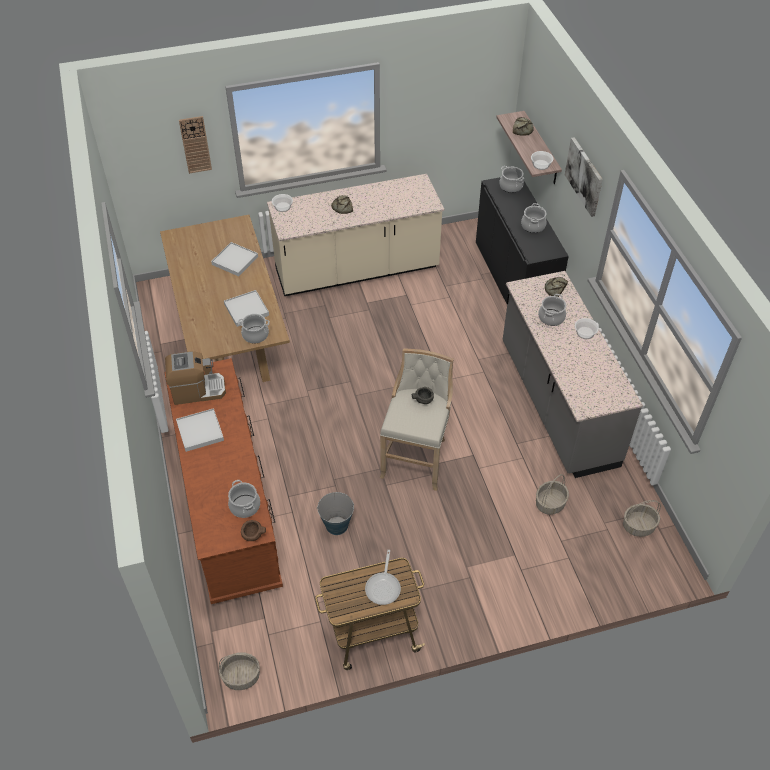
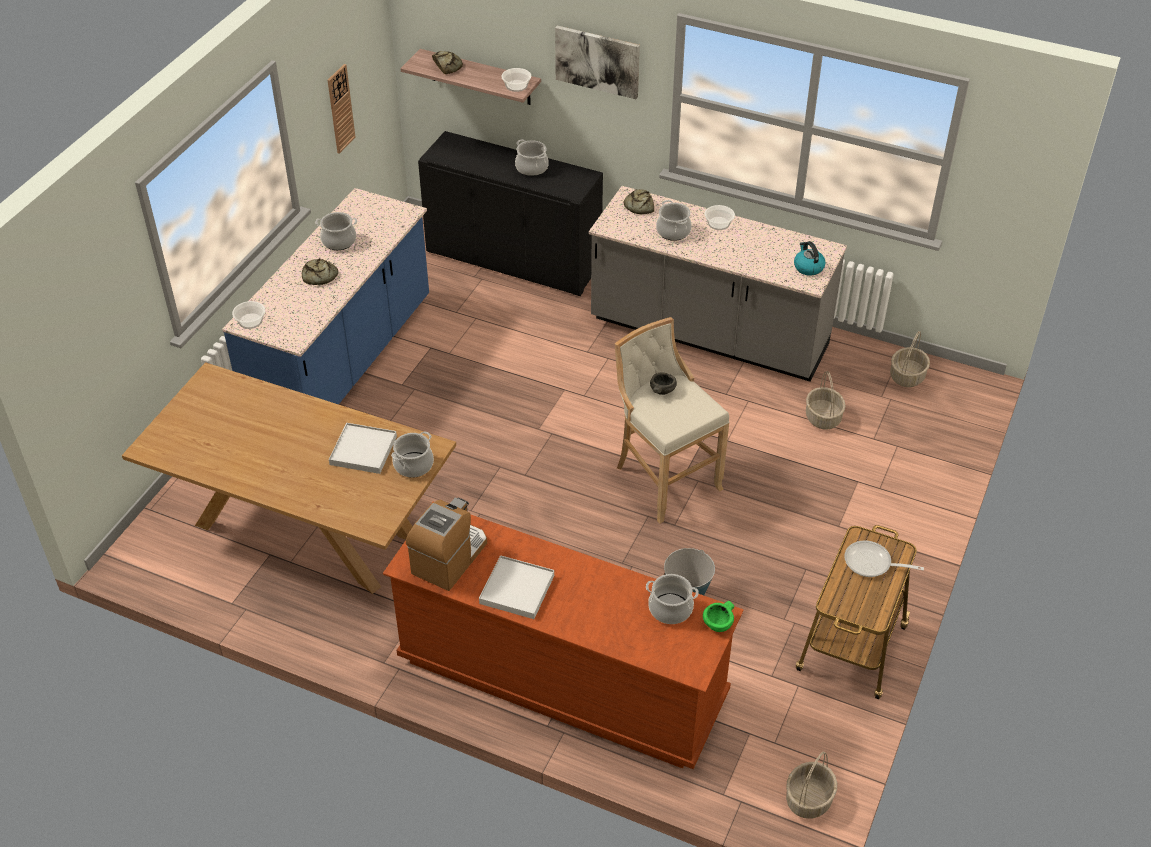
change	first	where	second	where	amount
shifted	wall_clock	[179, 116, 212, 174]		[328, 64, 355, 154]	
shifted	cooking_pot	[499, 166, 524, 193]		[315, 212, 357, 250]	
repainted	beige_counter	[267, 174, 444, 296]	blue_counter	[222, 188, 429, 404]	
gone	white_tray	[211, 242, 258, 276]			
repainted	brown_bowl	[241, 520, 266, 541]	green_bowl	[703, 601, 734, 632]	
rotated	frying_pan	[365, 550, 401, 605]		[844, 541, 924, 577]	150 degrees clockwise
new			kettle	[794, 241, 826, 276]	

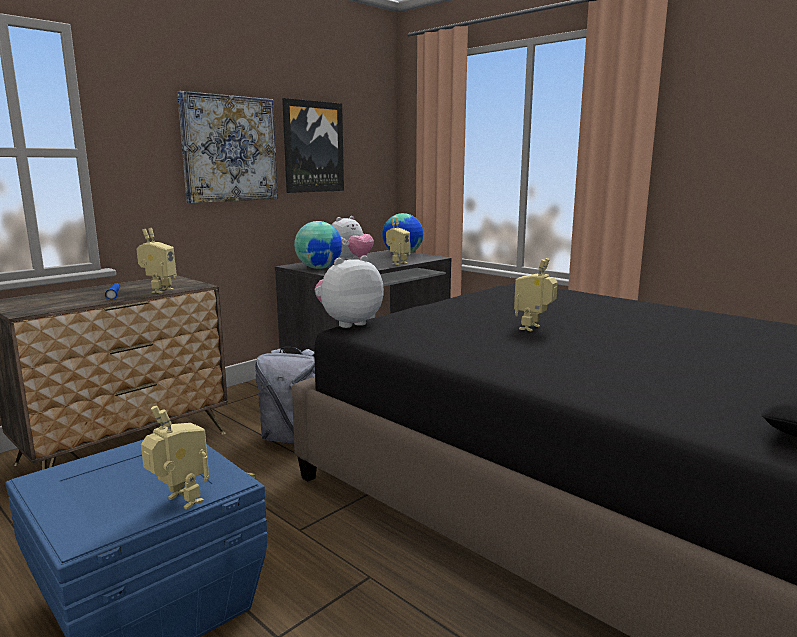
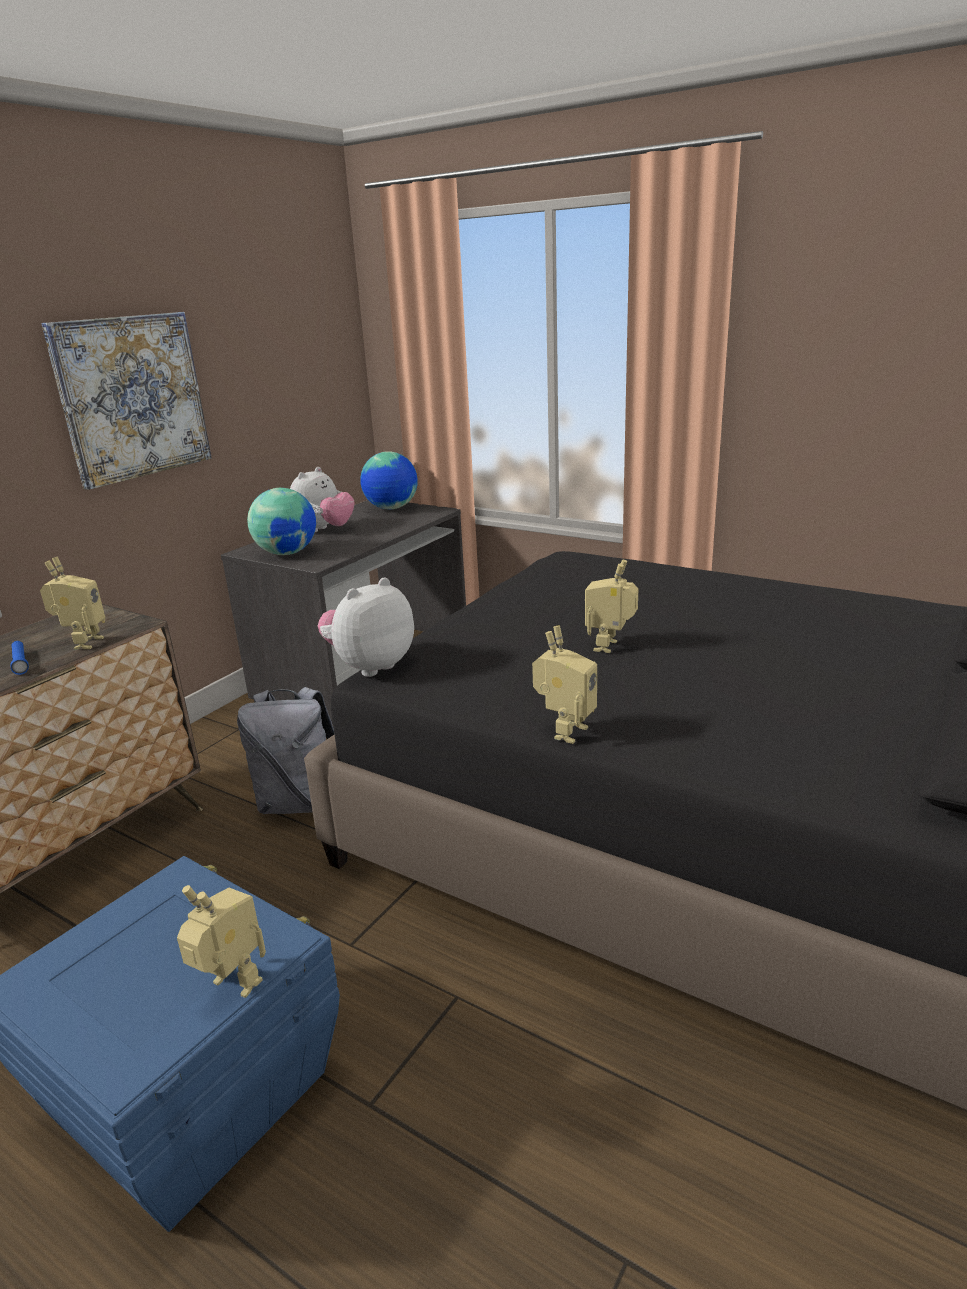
change	first	where	second	where	amount
gone	picture	[282, 98, 344, 193]			
shifted	toy_robot	[386, 218, 411, 265]		[532, 626, 597, 744]	

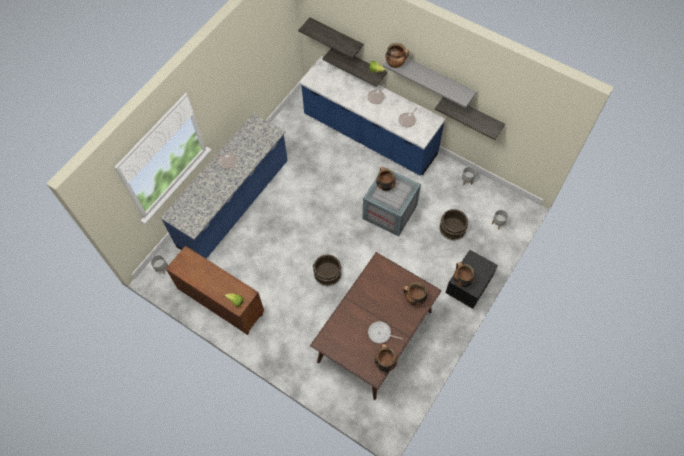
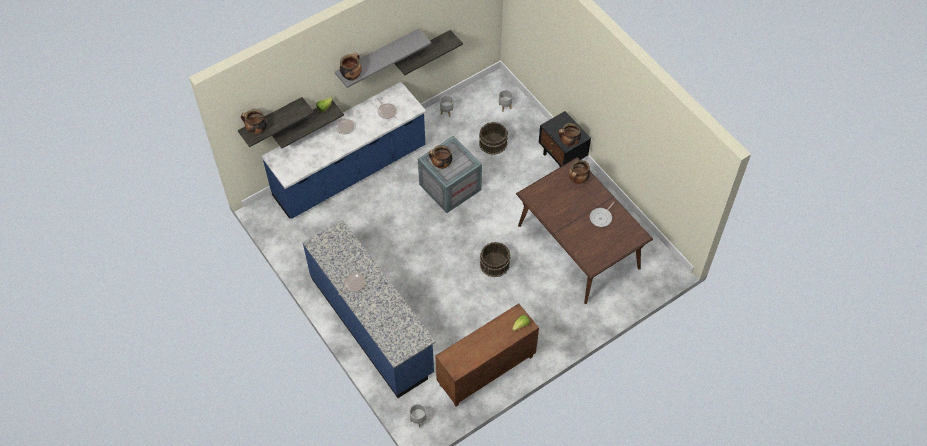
change	first	where	second	where	amount
shifted	cooking_pot	[375, 344, 397, 372]		[241, 109, 267, 134]	

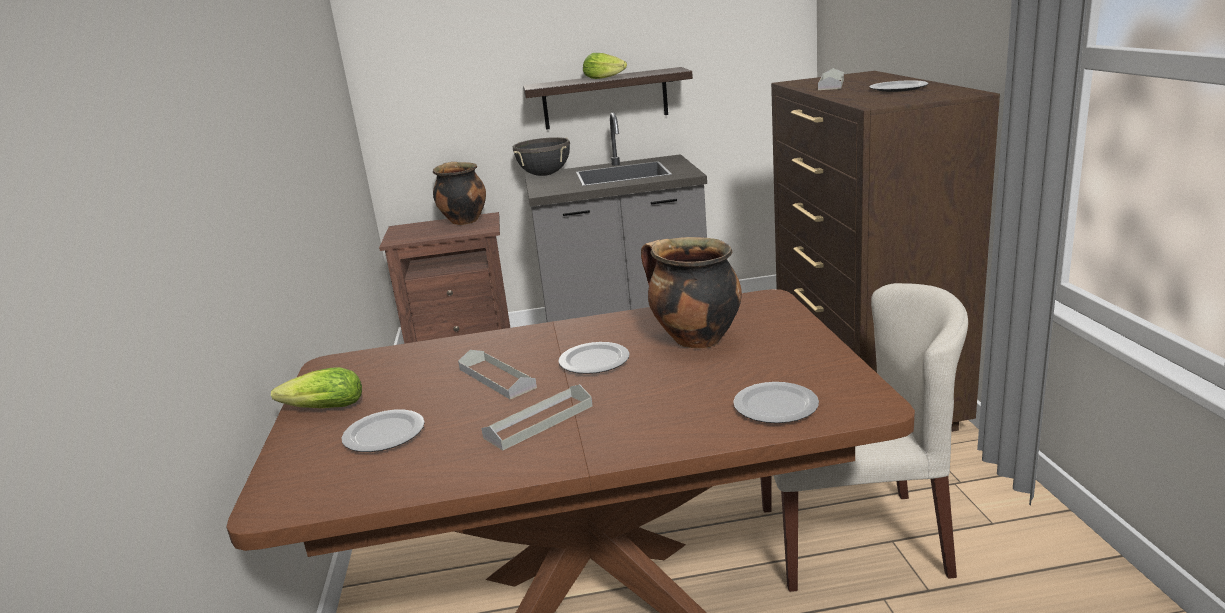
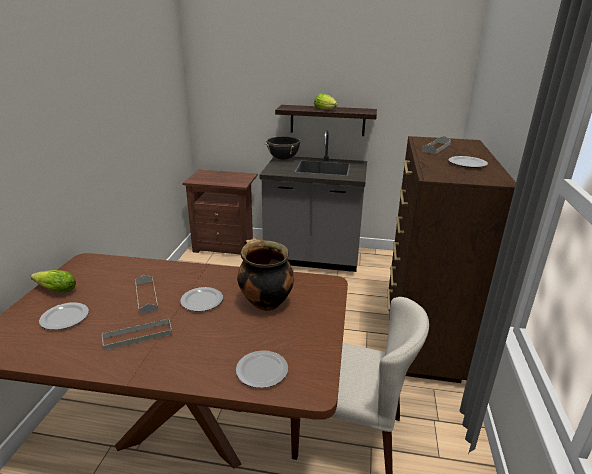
change	first	where	second	where	amount
gone	cooking_pot	[433, 162, 486, 225]			

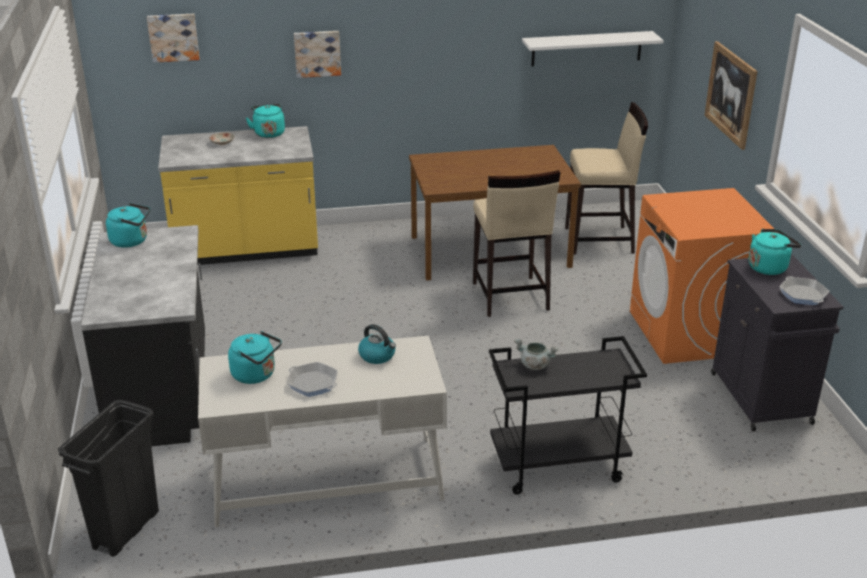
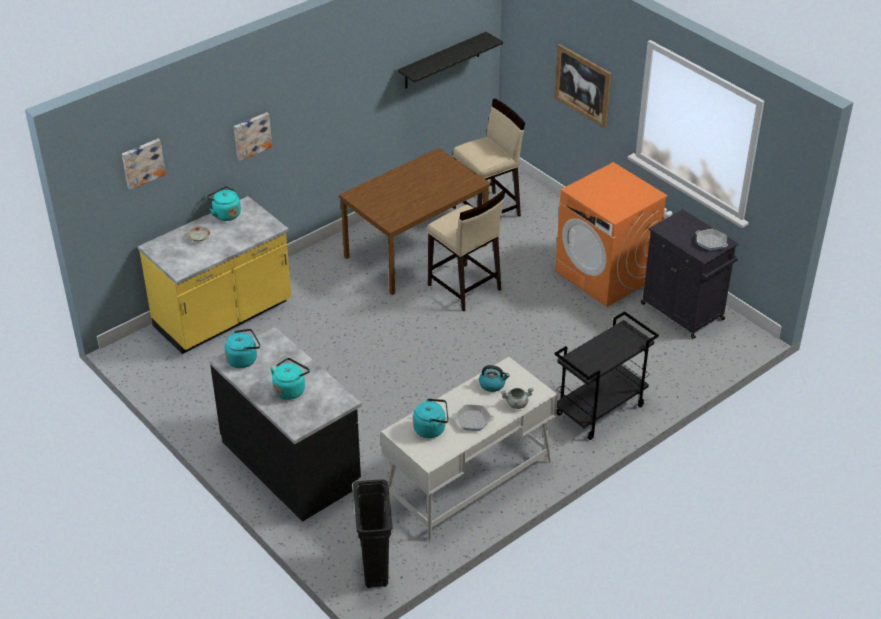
change	first	where	second	where	amount
repainted	white_shelf	[522, 31, 664, 66]	black_shelf	[398, 32, 503, 88]	
shifted	turquoise_kettle	[749, 229, 801, 275]		[270, 358, 310, 400]	
shifted	grey_cooking_pot	[514, 339, 559, 370]		[501, 388, 534, 409]	

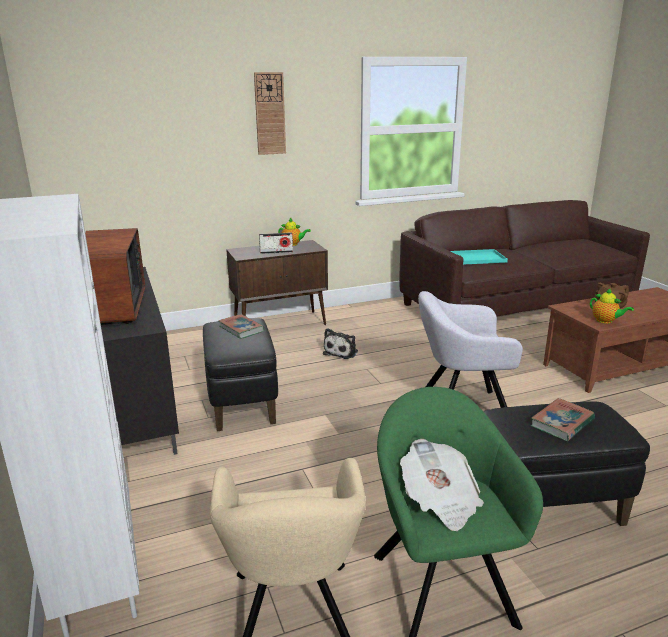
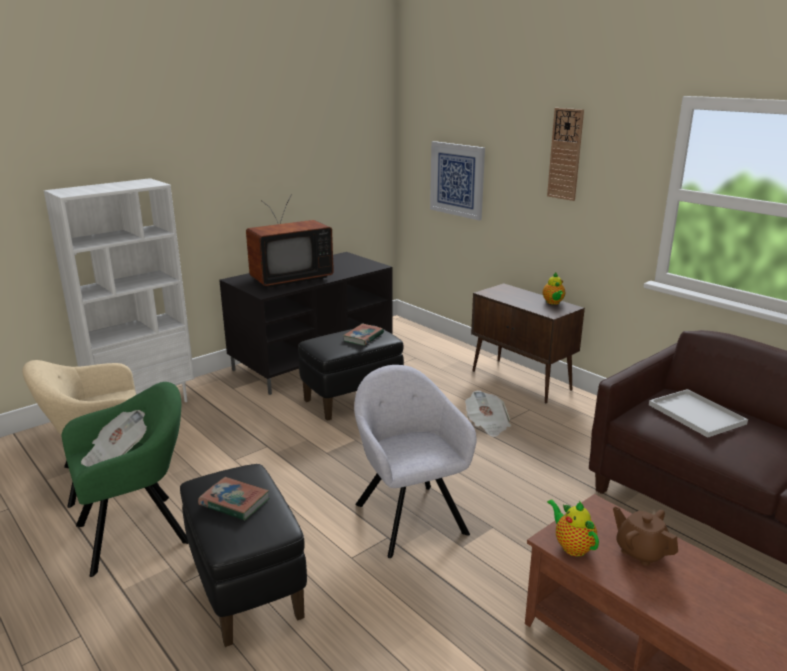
change	first	where	second	where	amount
gone	radio	[259, 232, 293, 254]			
repainted	turquoise_tray	[450, 249, 508, 265]	white_tray	[649, 389, 748, 438]	
rotated	teapot	[590, 288, 634, 324]		[547, 499, 599, 556]	120 degrees clockwise
swapped	plush_toy	[323, 328, 358, 359]	newspaper	[465, 390, 511, 437]	
new			picture	[430, 141, 485, 220]	

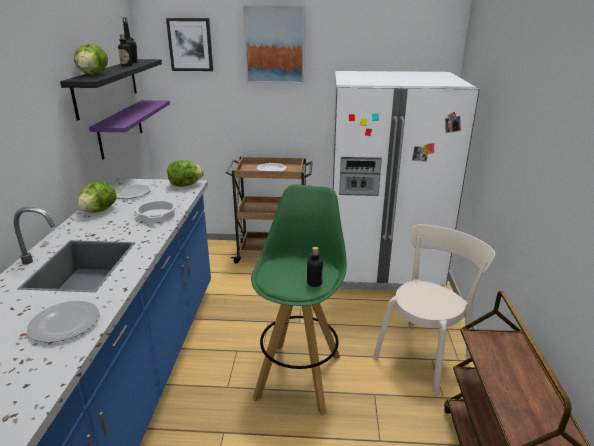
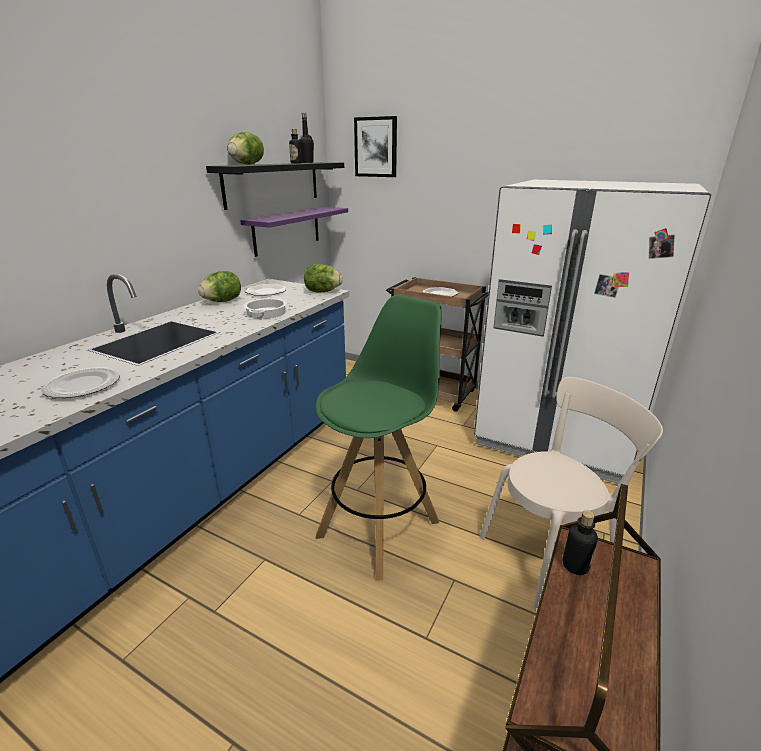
change	first	where	second	where	amount
gone	picture	[243, 5, 305, 84]			
shifted	bottle	[307, 247, 323, 287]		[562, 510, 598, 575]	

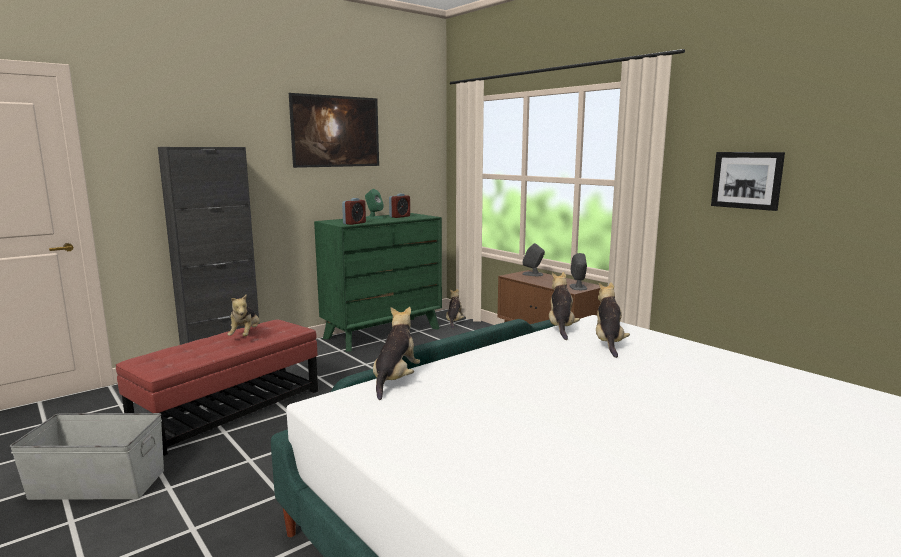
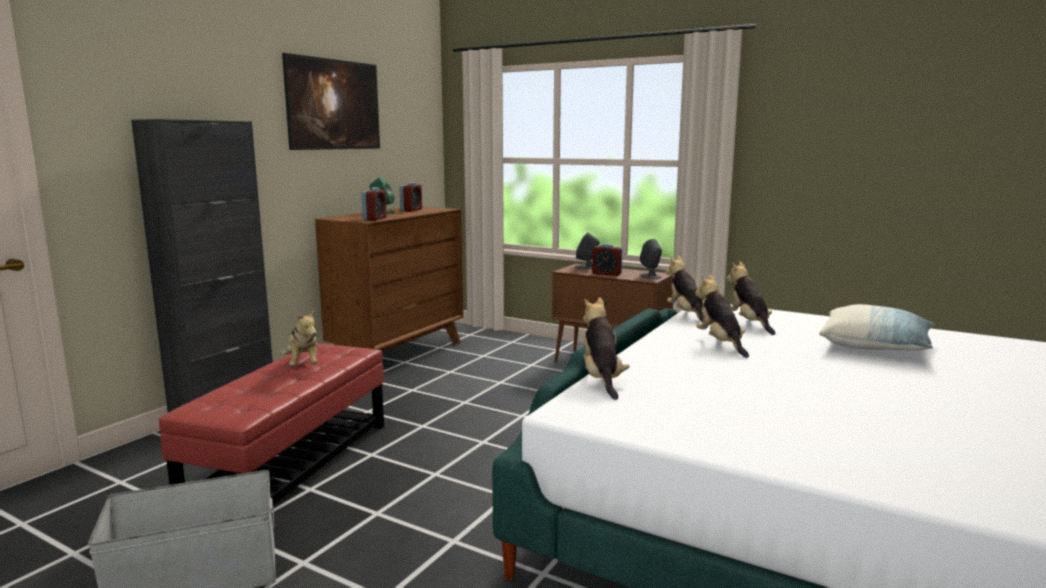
change	first	where	second	where	amount
gone	picture	[711, 152, 785, 211]			
repainted	green_dresser	[314, 213, 442, 352]	brown_dresser	[315, 207, 463, 352]	
shifted	plush_toy	[446, 289, 464, 329]		[695, 275, 749, 358]	
new			alarm_clock	[592, 244, 623, 276]	
new			pillow	[819, 304, 935, 351]	

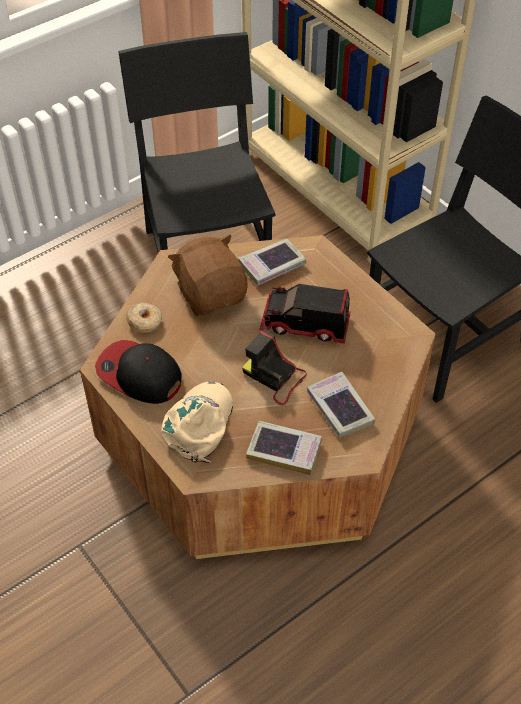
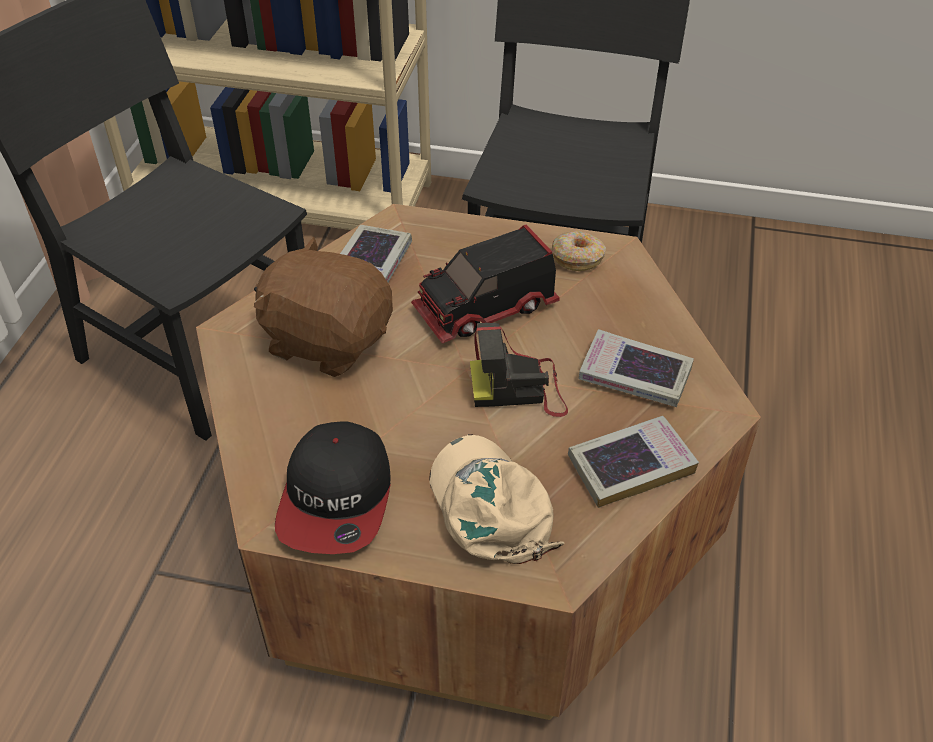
change	first	where	second	where	amount
shifted	donut	[126, 303, 162, 333]		[552, 231, 606, 271]	
rotated	cap	[95, 340, 182, 404]		[275, 421, 390, 554]	75 degrees counterclockwise

